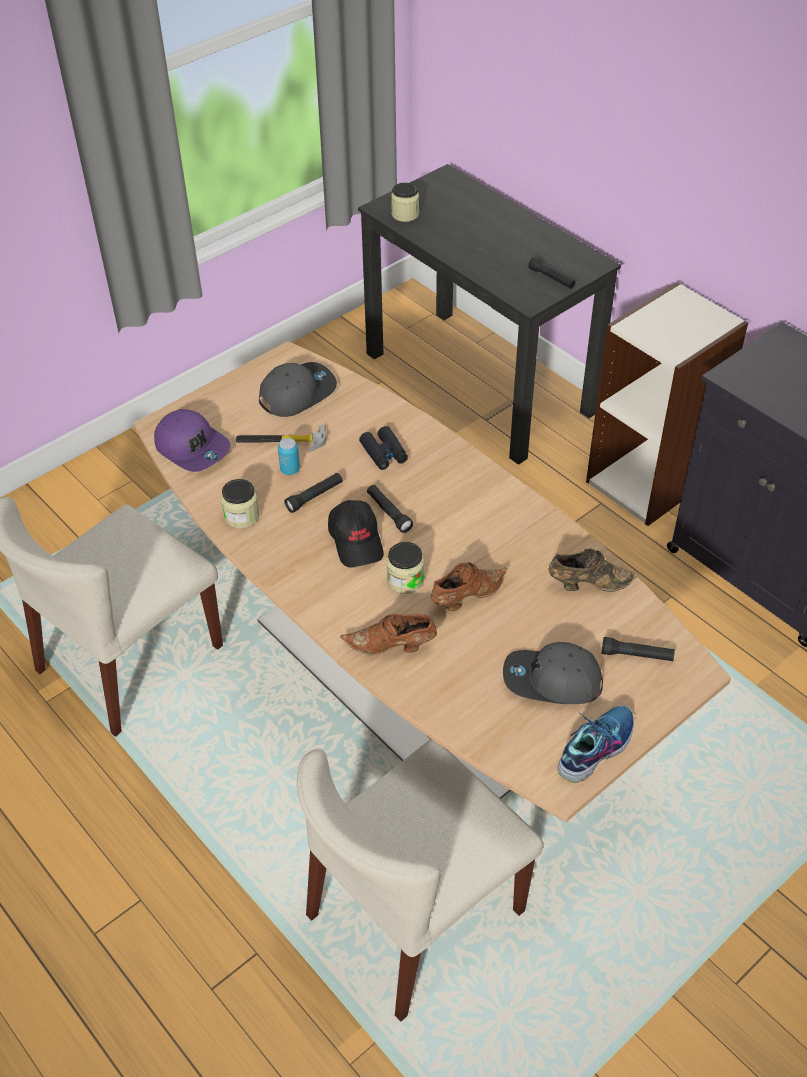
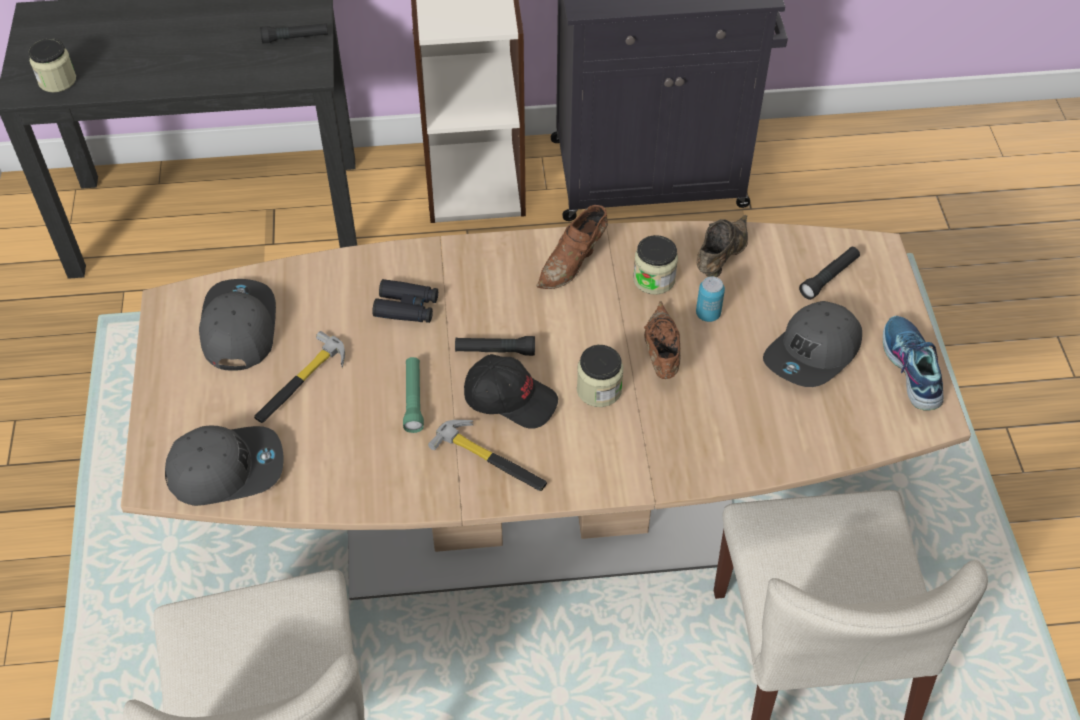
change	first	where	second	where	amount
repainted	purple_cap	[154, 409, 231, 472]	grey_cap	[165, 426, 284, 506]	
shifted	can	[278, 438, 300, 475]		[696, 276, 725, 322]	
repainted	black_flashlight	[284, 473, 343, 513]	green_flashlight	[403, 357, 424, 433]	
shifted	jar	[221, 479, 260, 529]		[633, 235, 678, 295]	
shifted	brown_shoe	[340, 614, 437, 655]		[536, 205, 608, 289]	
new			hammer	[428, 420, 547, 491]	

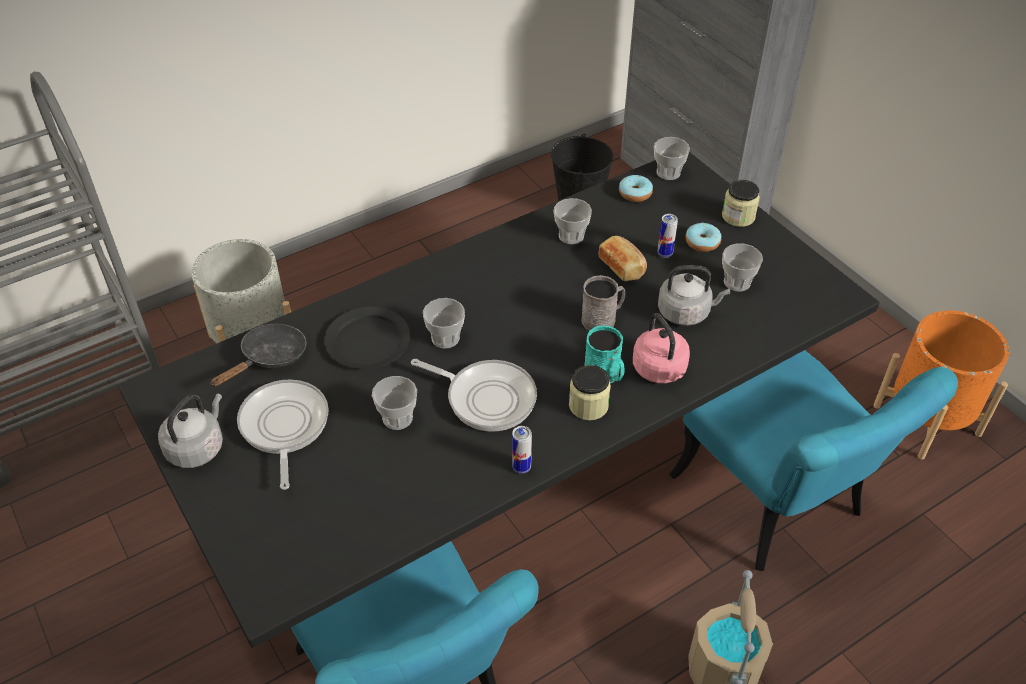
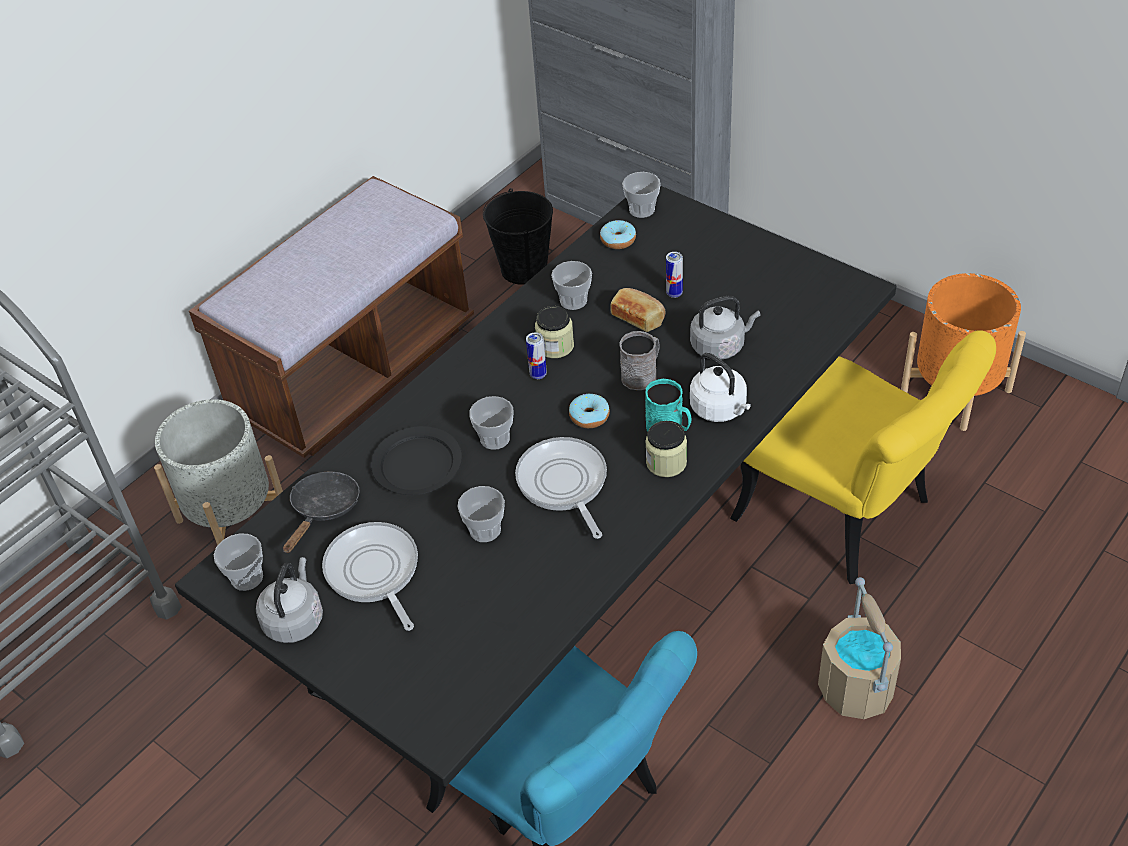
change	first	where	second	where	amount
shifted	jar	[722, 180, 760, 227]		[535, 306, 574, 358]	
shifted	donut	[685, 222, 721, 252]		[569, 394, 610, 428]	
shifted	cup	[722, 243, 763, 292]		[214, 533, 263, 591]	
repainted	pink_kettle	[633, 313, 690, 383]	white_kettle	[690, 353, 751, 422]	
repainted	turquoise_chair	[669, 350, 958, 571]	yellow_chair	[730, 330, 996, 584]	
rotated	frying_pan	[411, 359, 537, 432]		[515, 437, 607, 539]	120 degrees counterclockwise
shifted	can	[512, 426, 532, 474]		[526, 332, 547, 379]	
new			brown_bench	[189, 176, 474, 458]	

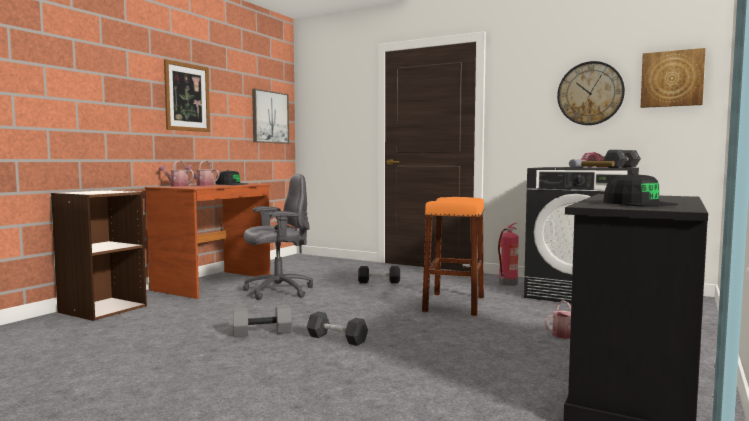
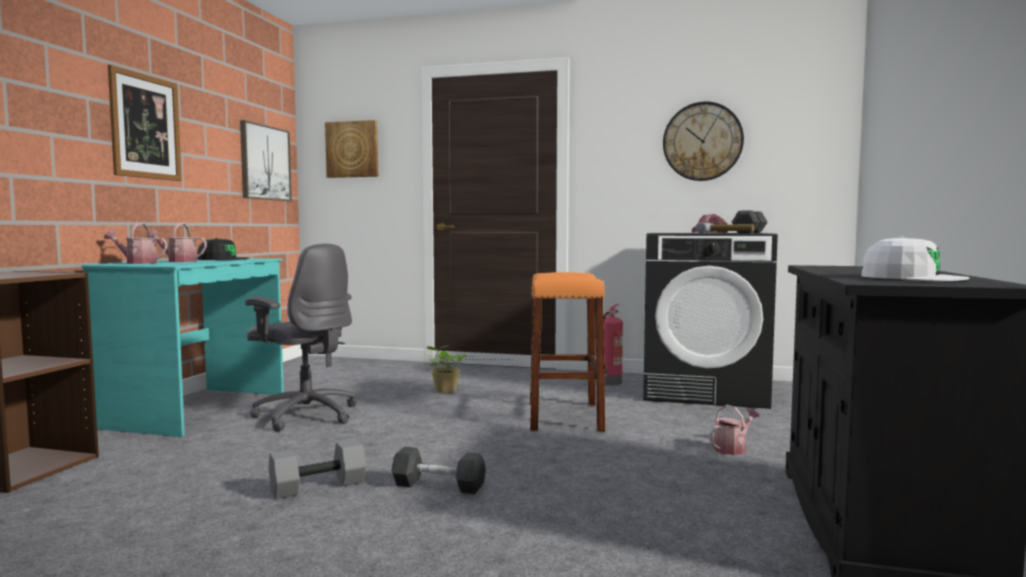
change	first	where	second	where	amount
shifted	picture	[641, 48, 706, 108]		[325, 120, 378, 178]	
repainted	black_cap	[603, 173, 678, 207]	white_cap	[862, 236, 970, 281]	
rotated	grey_office_chair	[243, 174, 313, 300]		[245, 243, 357, 432]	75 degrees clockwise
repainted	brown_desk	[145, 183, 271, 299]	turquoise_desk	[82, 258, 284, 437]	
swapped	black_dumbbell	[358, 266, 400, 283]	potted_plant	[424, 345, 466, 393]	

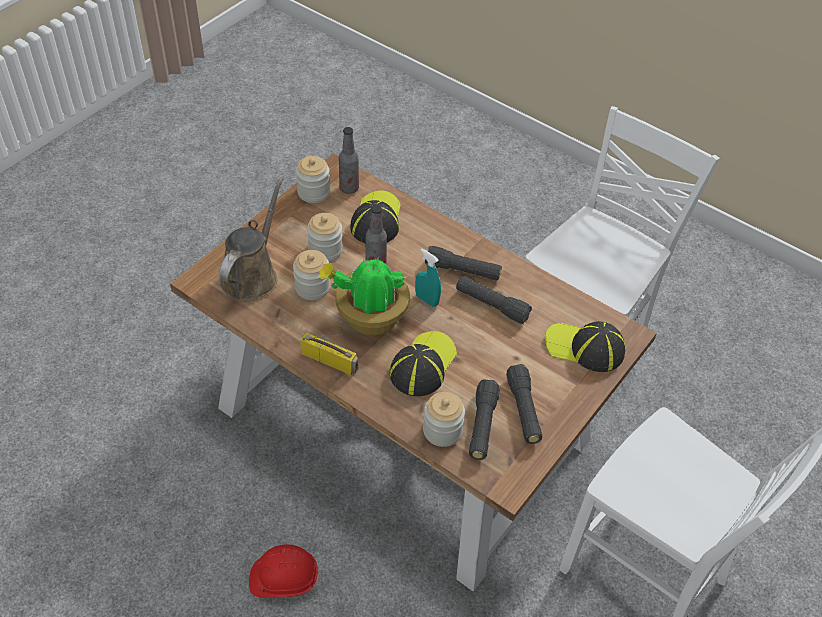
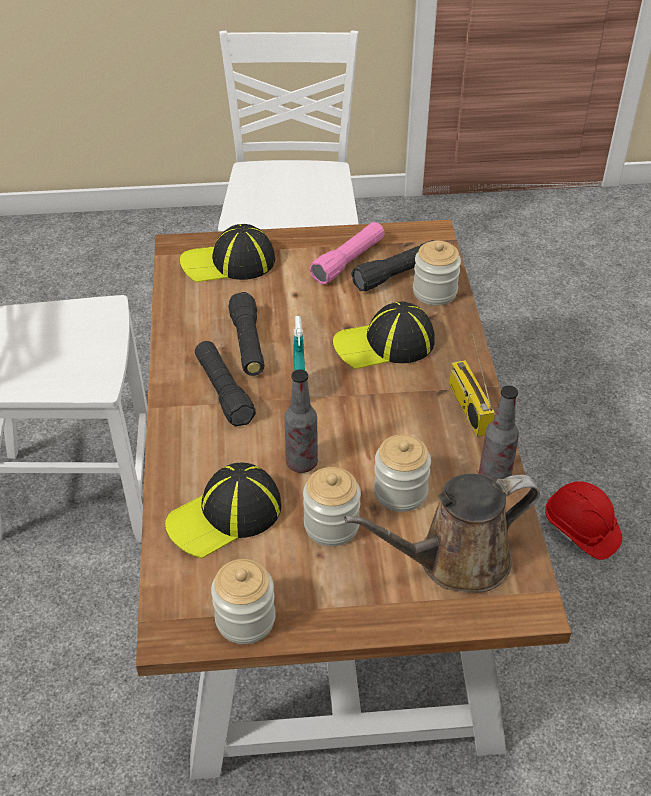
change	first	where	second	where	amount
shifted	bottle	[339, 127, 359, 194]		[479, 385, 519, 481]	
gone	potted_plant	[318, 257, 410, 335]			
rotated	cap	[545, 321, 625, 372]		[180, 224, 275, 282]	105 degrees clockwise
repainted	black_flashlight	[506, 364, 542, 444]	pink_flashlight	[309, 222, 385, 284]	

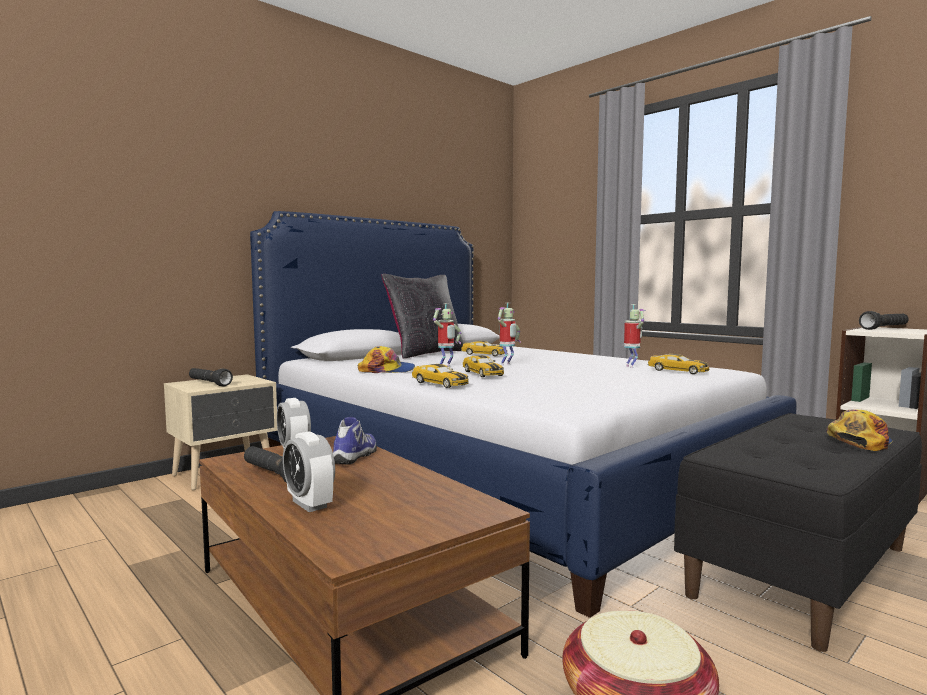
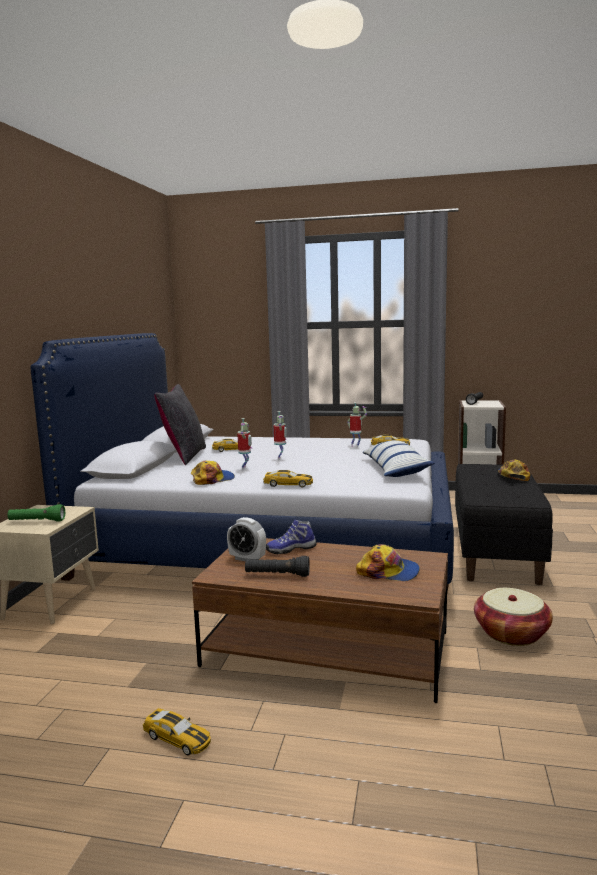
change	first	where	second	where	amount
shifted	toy_car	[463, 355, 504, 377]		[143, 708, 211, 756]	
repainted	black_flashlight	[189, 368, 233, 386]	green_flashlight	[8, 504, 65, 522]	
rotated	shoe	[333, 417, 377, 465]		[266, 519, 316, 554]	90 degrees counterclockwise
gone	alarm_clock	[283, 431, 335, 512]			
new			pillow	[362, 440, 435, 477]	
new			cap	[356, 544, 420, 581]	

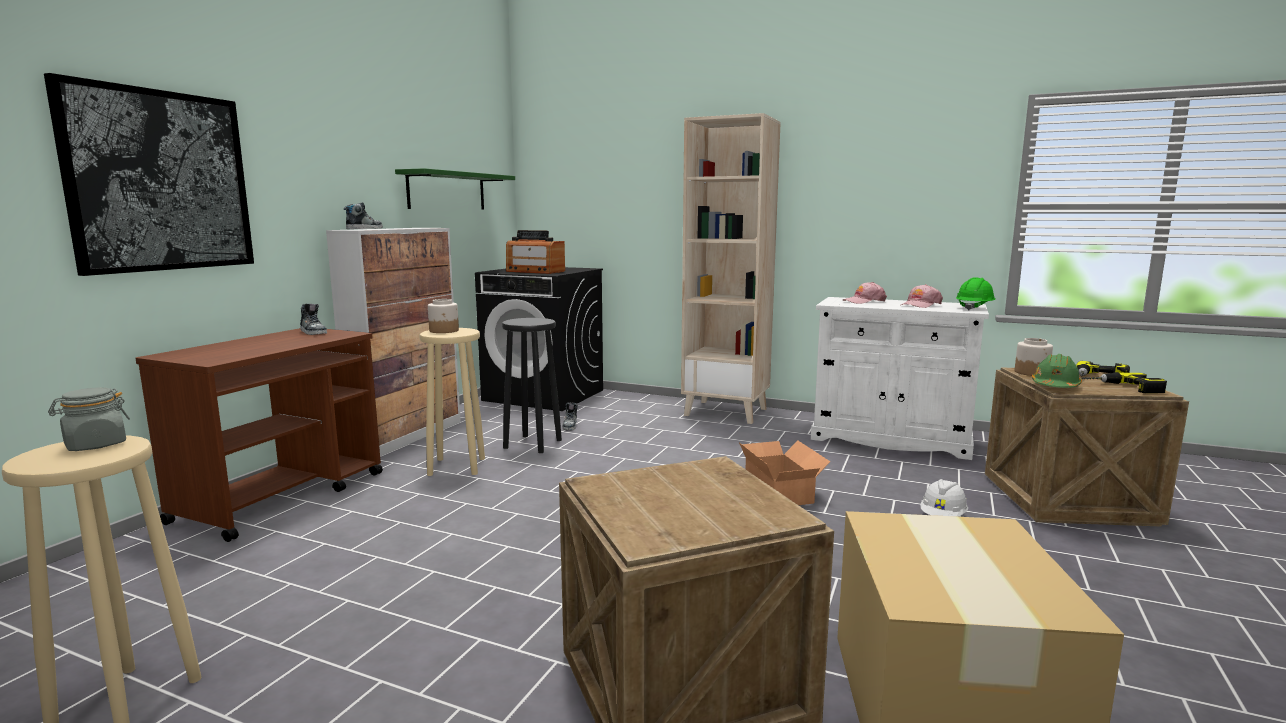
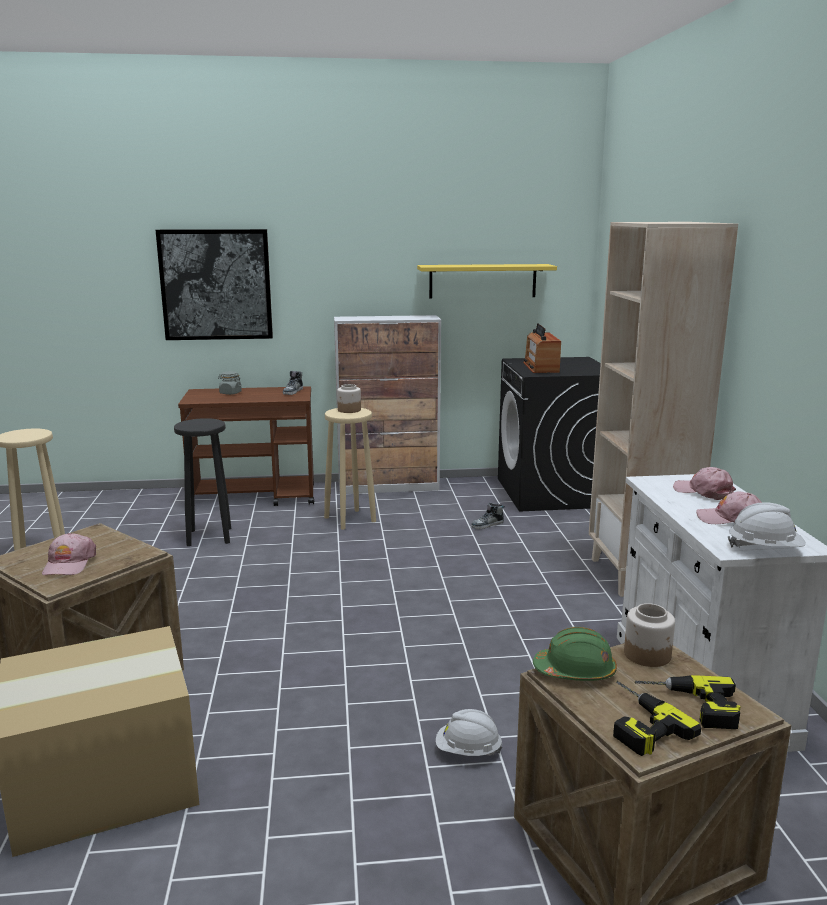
change	first	where	second	where	amount
repainted	green_shelf	[395, 168, 515, 210]	yellow_shelf	[417, 264, 557, 299]	
gone	shoe	[344, 202, 383, 229]			
repainted	green_hard_hat	[956, 277, 996, 311]	white_hard_hat	[728, 503, 806, 548]	
shifted	black_stool	[502, 318, 562, 453]		[174, 418, 231, 546]	
shifted	grey_jar	[48, 387, 130, 451]		[218, 371, 242, 395]	
gone	cardboard_box	[739, 441, 831, 505]			
new			pink_cap	[42, 533, 96, 575]	

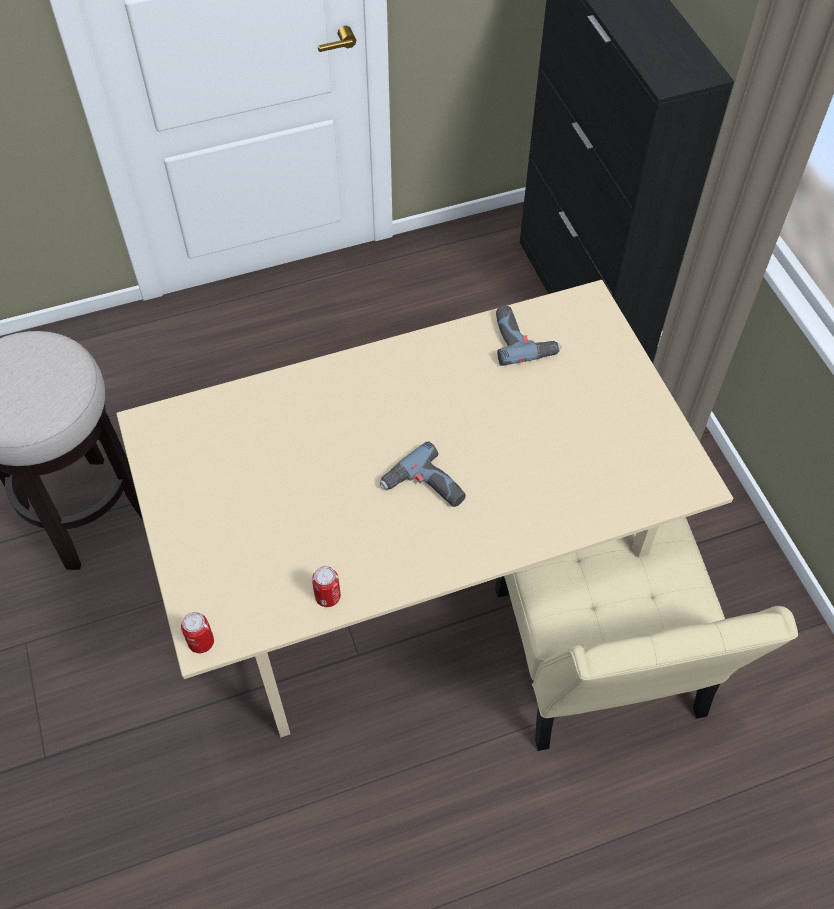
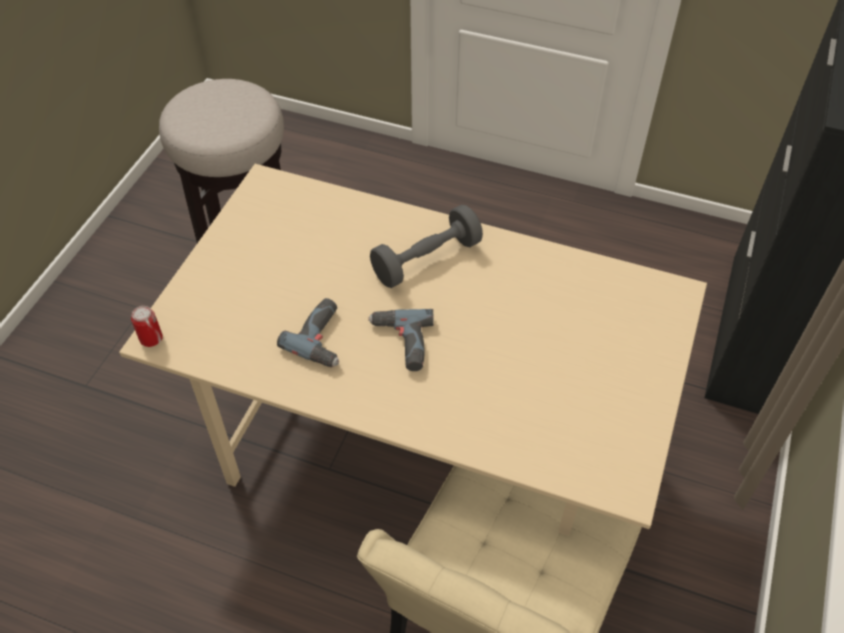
change	first	where	second	where	amount
shifted	power_drill	[496, 305, 561, 366]		[277, 298, 339, 367]	
gone	can	[312, 566, 341, 607]			
new			grey_dumbbell	[370, 205, 483, 288]	

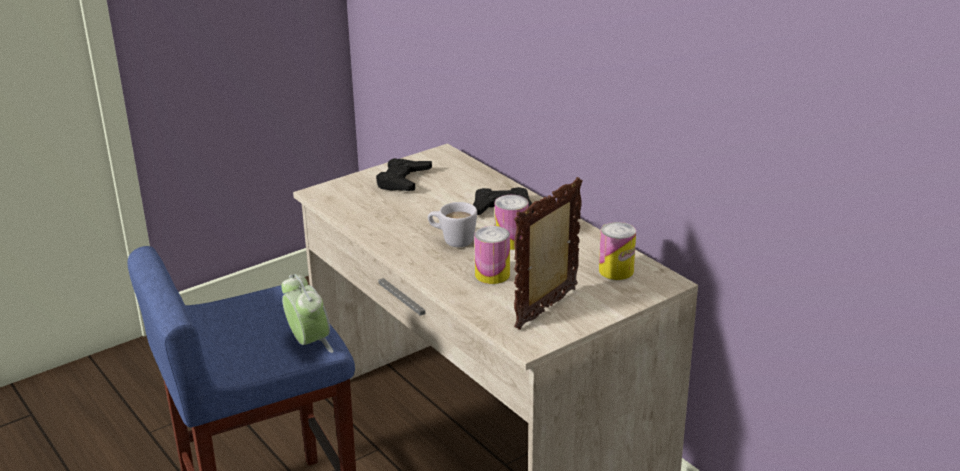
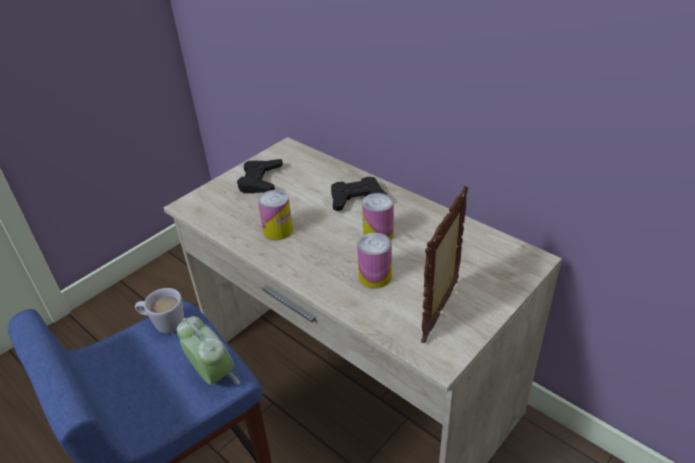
change	first	where	second	where	amount
shifted	white_mug	[428, 202, 477, 247]		[135, 288, 184, 333]	
shifted	can	[599, 222, 636, 280]		[258, 190, 293, 240]	

